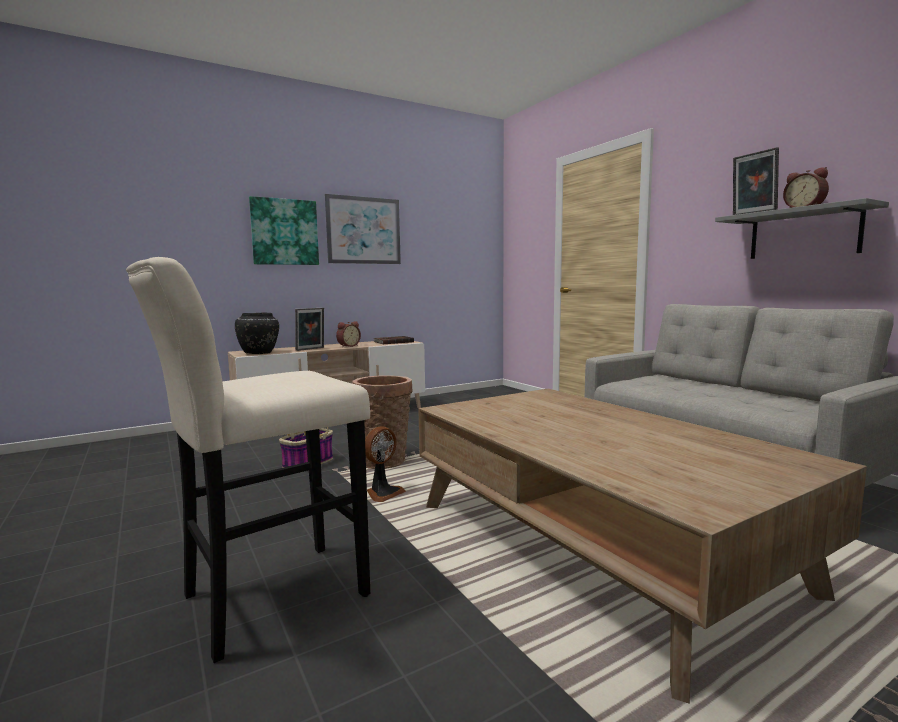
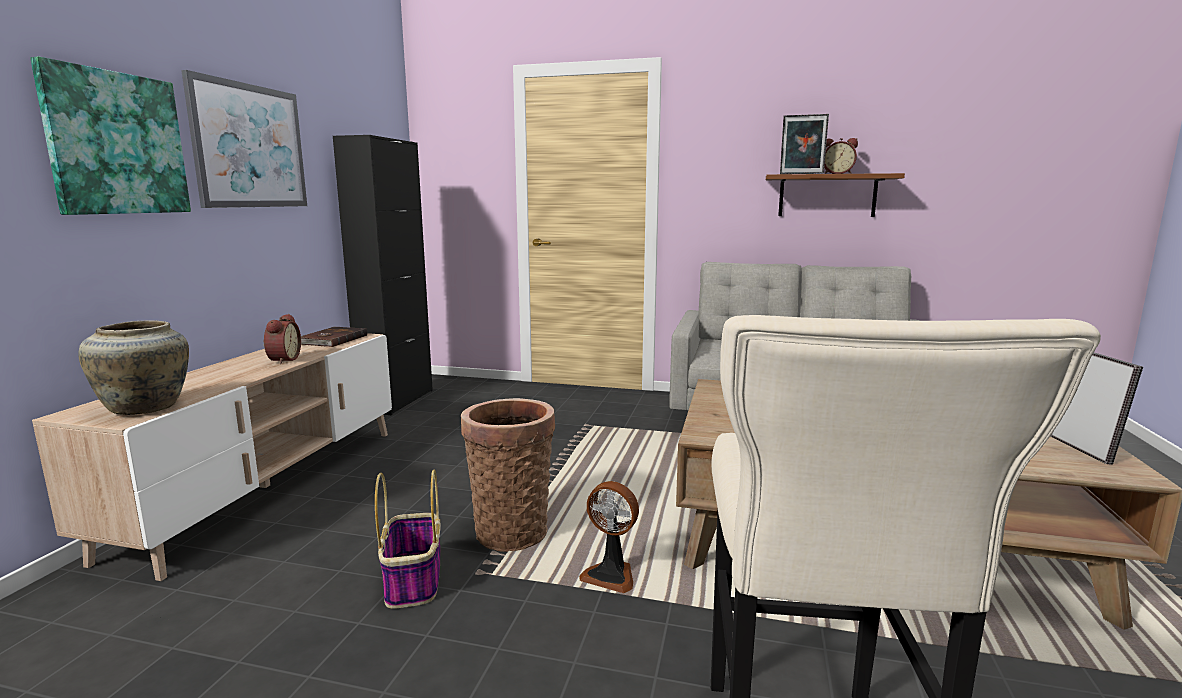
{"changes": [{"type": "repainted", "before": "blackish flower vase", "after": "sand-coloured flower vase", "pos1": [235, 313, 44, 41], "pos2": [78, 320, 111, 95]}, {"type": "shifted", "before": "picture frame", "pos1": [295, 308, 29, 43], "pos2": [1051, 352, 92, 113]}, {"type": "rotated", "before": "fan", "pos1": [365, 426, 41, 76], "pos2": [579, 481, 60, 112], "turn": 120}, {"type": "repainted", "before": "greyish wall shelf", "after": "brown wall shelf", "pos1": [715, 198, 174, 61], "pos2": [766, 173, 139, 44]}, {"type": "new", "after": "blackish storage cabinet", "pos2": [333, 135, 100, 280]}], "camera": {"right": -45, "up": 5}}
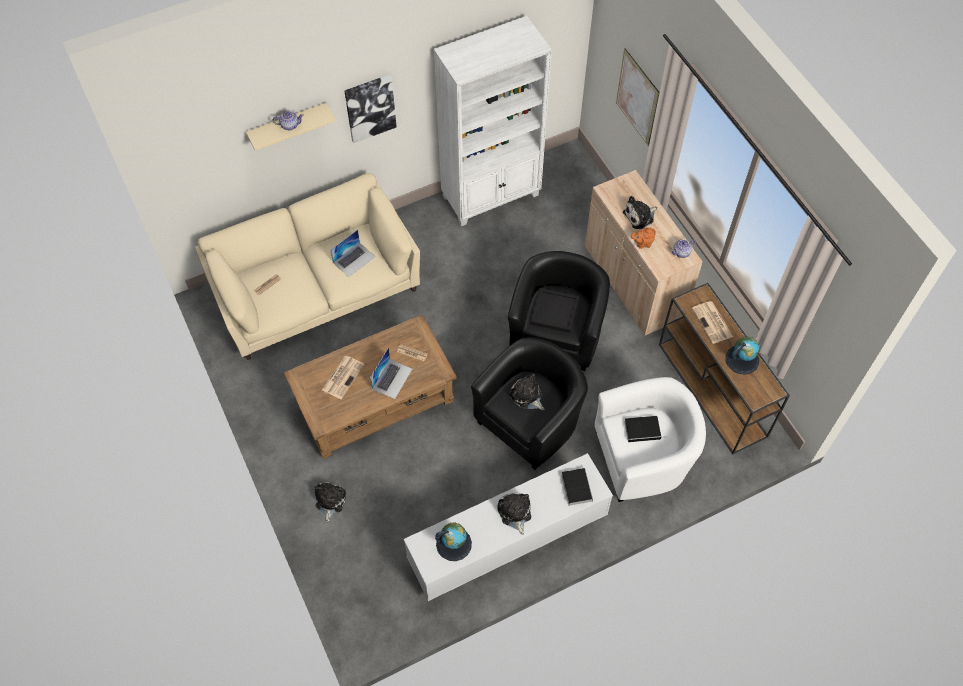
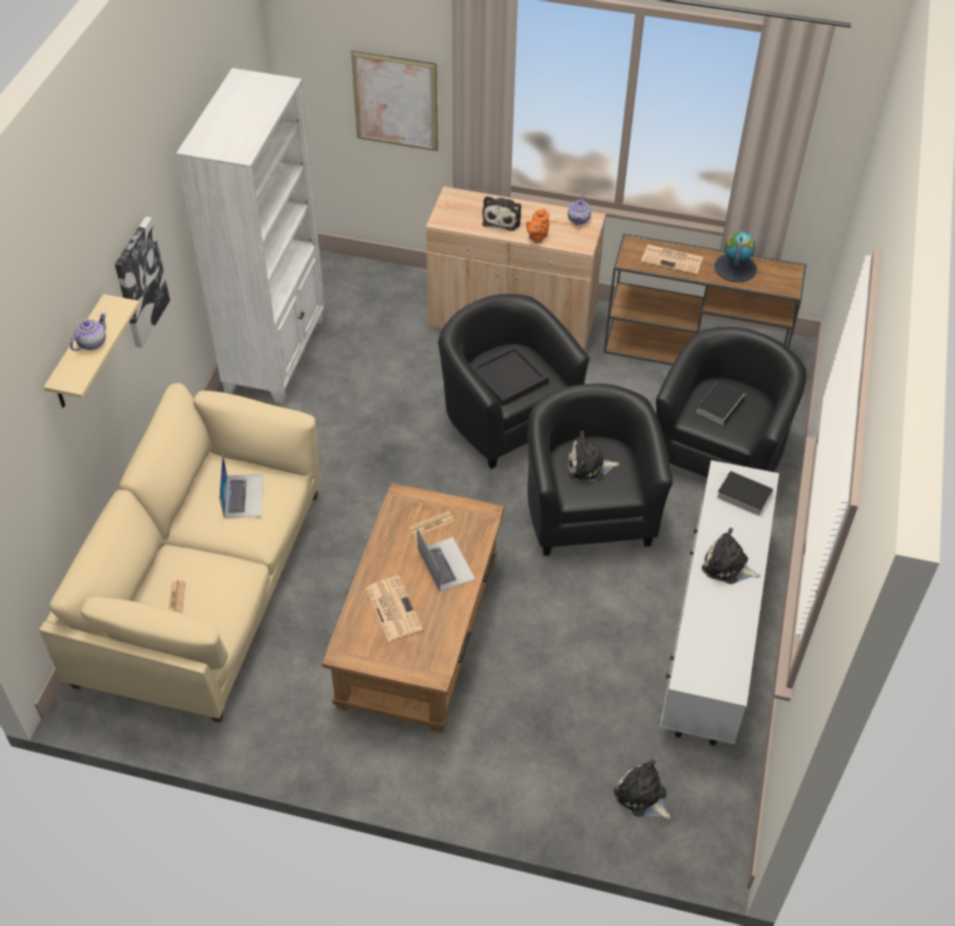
{"changes": [{"type": "shifted", "before": "soft toy", "pos1": [314, 482, 32, 40], "pos2": [614, 759, 57, 60]}, {"type": "gone", "before": "world globe", "pos1": [435, 522, 37, 39]}, {"type": "repainted", "before": "whitish easy chair", "after": "blackish easy chair", "pos1": [595, 377, 111, 125], "pos2": [656, 327, 151, 151]}], "camera": {"right": -50, "up": -10}}
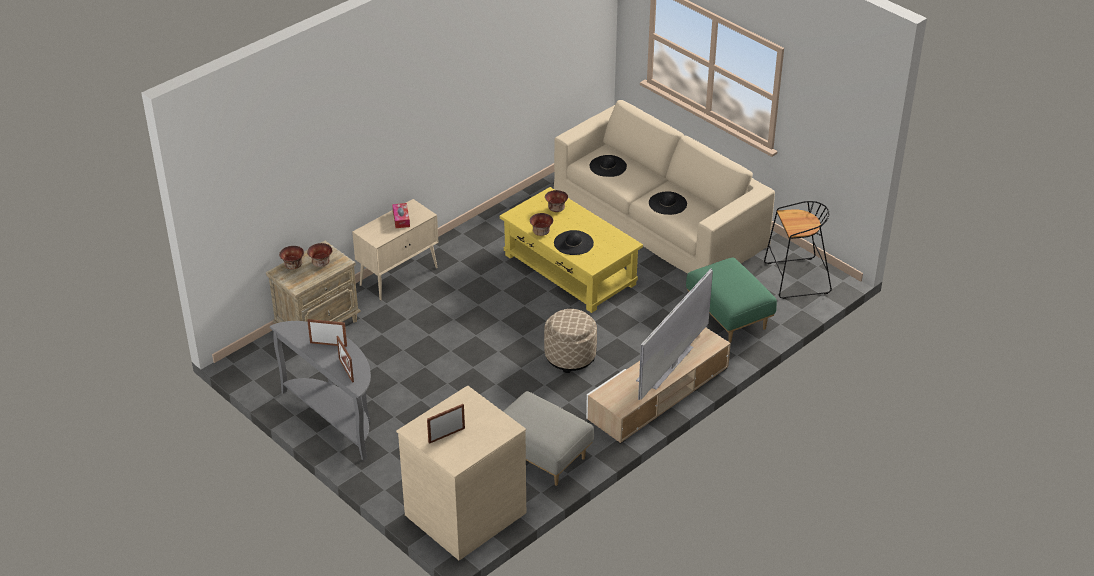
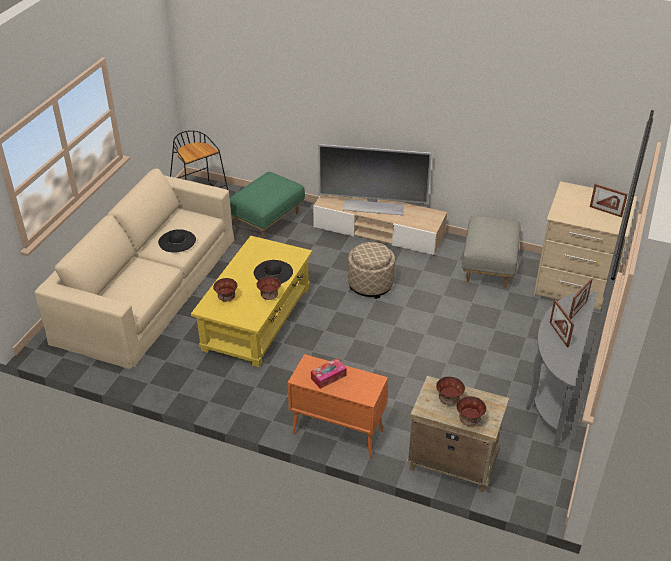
{"changes": [{"type": "repainted", "before": "sand-coloured storage cabinet", "after": "orangey storage cabinet", "pos1": [352, 199, 87, 102], "pos2": [288, 354, 100, 104]}, {"type": "gone", "before": "blackish hat", "pos1": [590, 155, 37, 22]}], "camera": {"right": -115, "up": 0}}
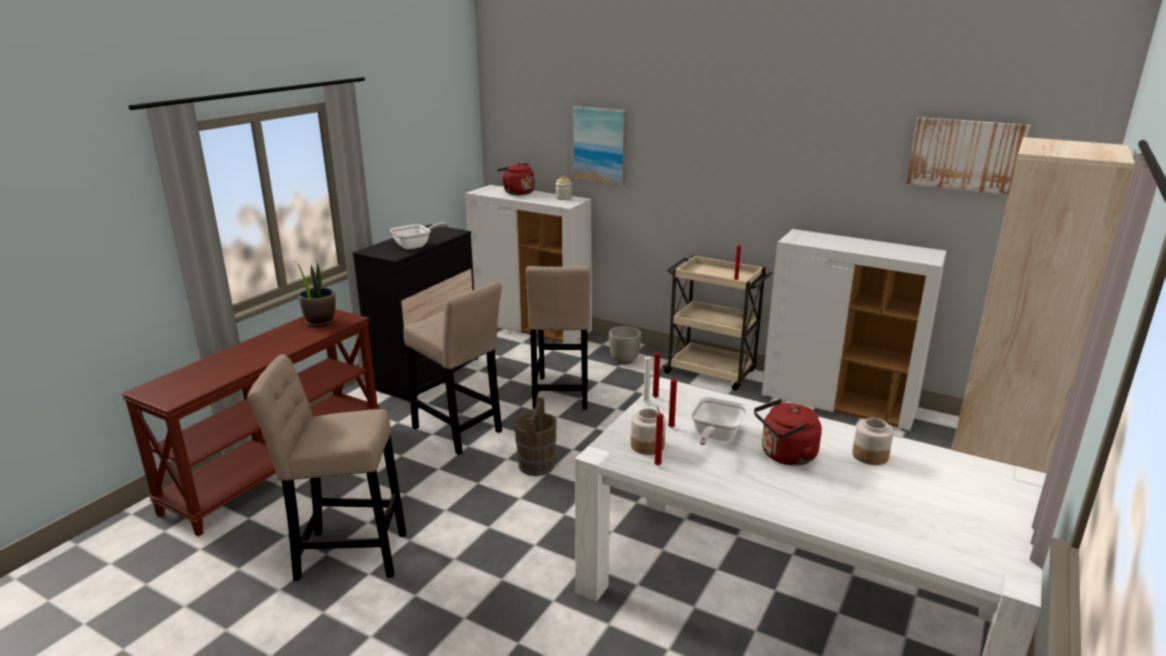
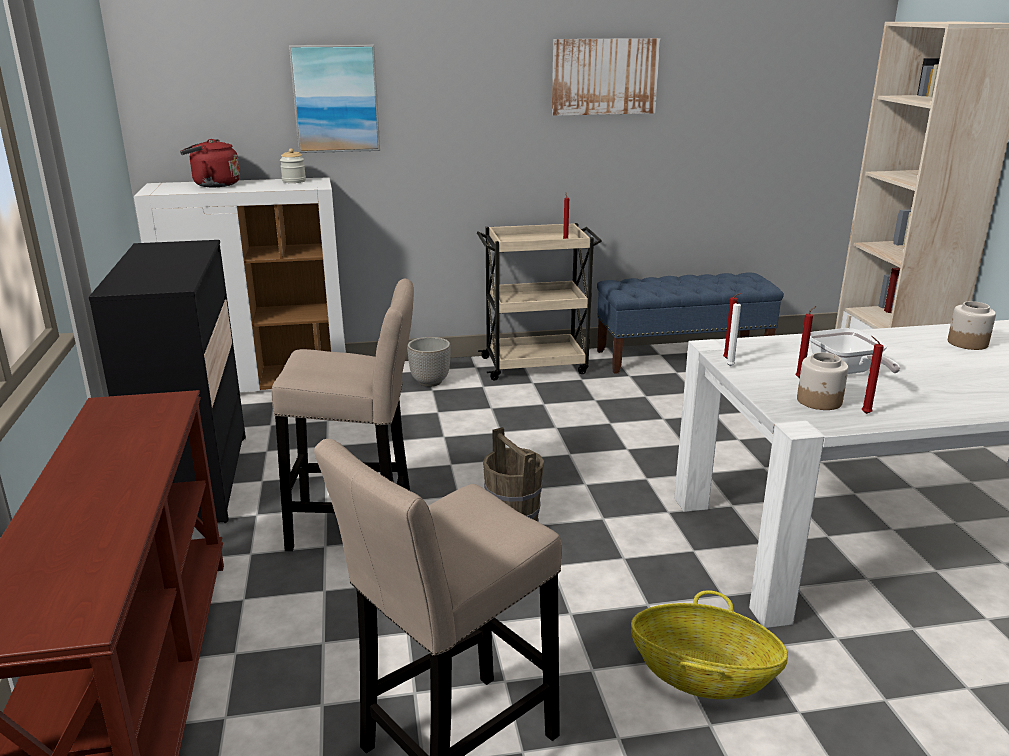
{"changes": [{"type": "gone", "before": "plant in a pot", "pos1": [296, 259, 39, 68]}, {"type": "gone", "before": "skillet", "pos1": [390, 223, 59, 27]}, {"type": "gone", "before": "sand-coloured stool", "pos1": [526, 266, 64, 144]}, {"type": "gone", "before": "reddish tea kettle", "pos1": [754, 399, 68, 67]}, {"type": "swapped", "before": "whitish storage cabinet", "after": "blue-coloured long seat", "pos1": [762, 229, 184, 202], "pos2": [597, 272, 187, 102]}, {"type": "shifted", "before": "wall picture", "pos1": [906, 117, 124, 78], "pos2": [552, 38, 108, 78]}, {"type": "new", "after": "storage basket", "pos2": [631, 590, 157, 109]}], "camera": {"right": -40, "up": 0}}
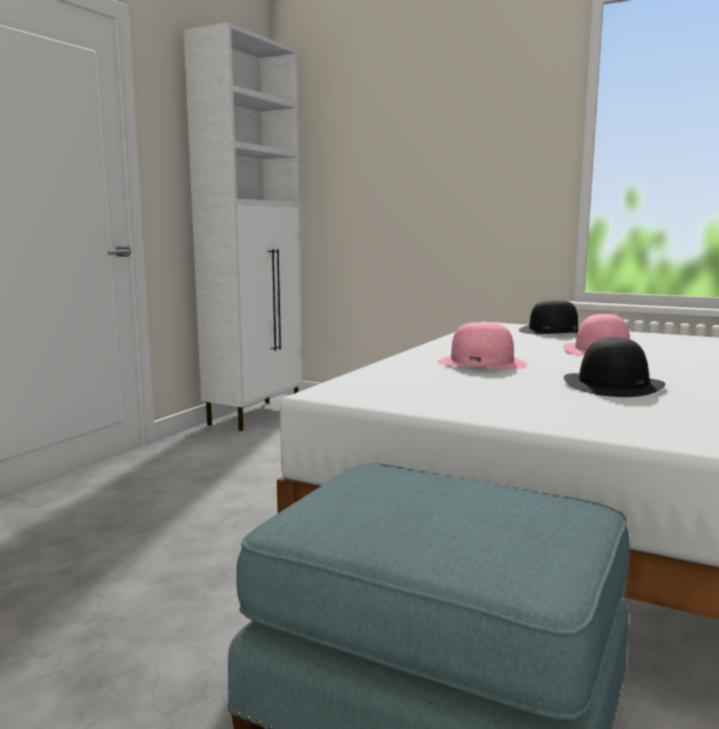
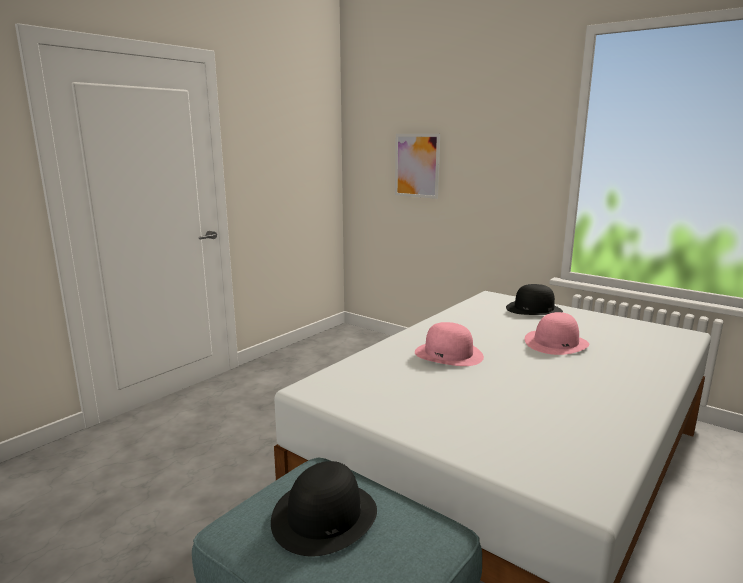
{"changes": [{"type": "gone", "before": "whitish storage cabinet", "pos1": [184, 22, 119, 409]}, {"type": "shifted", "before": "blackish hat", "pos1": [564, 337, 101, 60], "pos2": [271, 461, 106, 95]}, {"type": "new", "after": "wall picture", "pos2": [395, 134, 45, 65]}], "camera": {"right": 10, "up": 5}}
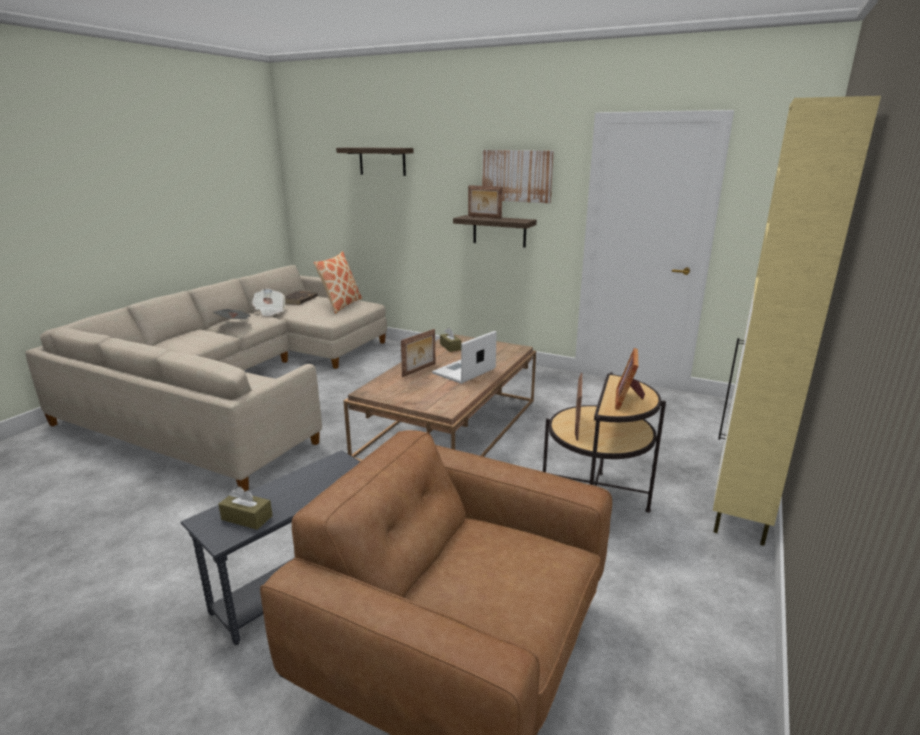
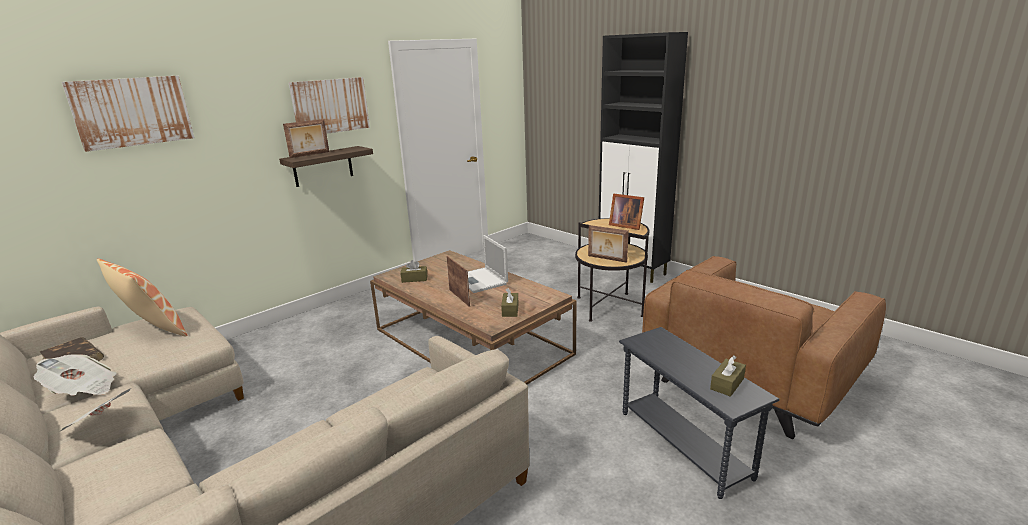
{"changes": [{"type": "swapped", "before": "wall shelf", "after": "wall picture", "pos1": [336, 147, 77, 29], "pos2": [62, 76, 132, 76]}, {"type": "repainted", "before": "sand-coloured storage cabinet", "after": "blackish storage cabinet", "pos1": [713, 96, 168, 450], "pos2": [599, 32, 89, 251]}, {"type": "new", "after": "brown tissue box", "pos2": [501, 288, 18, 29]}], "camera": {"right": -70, "up": 0}}
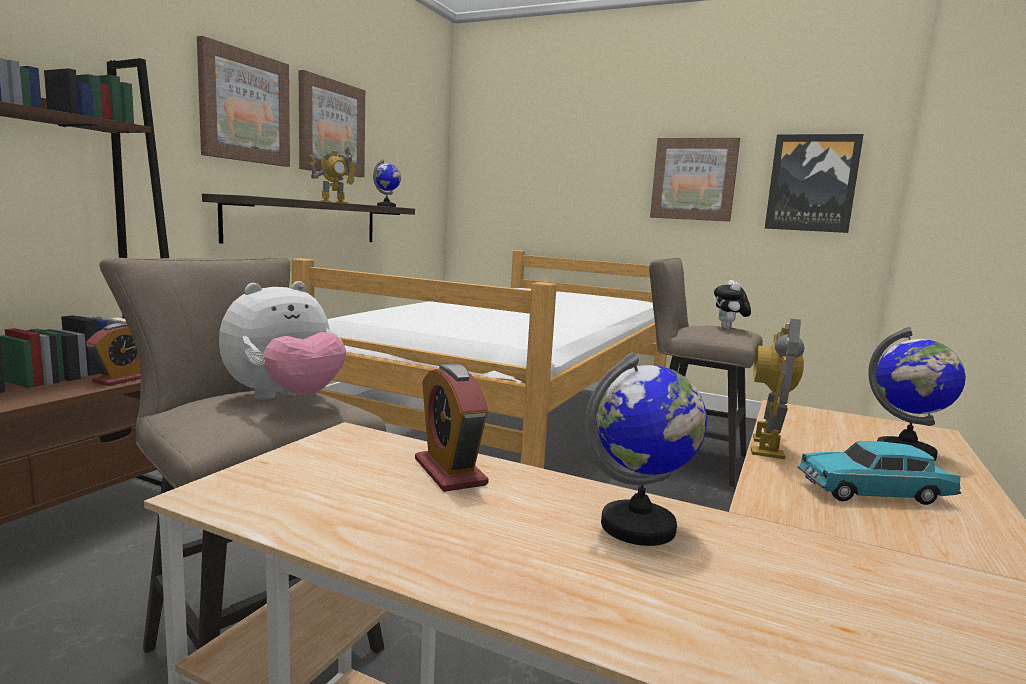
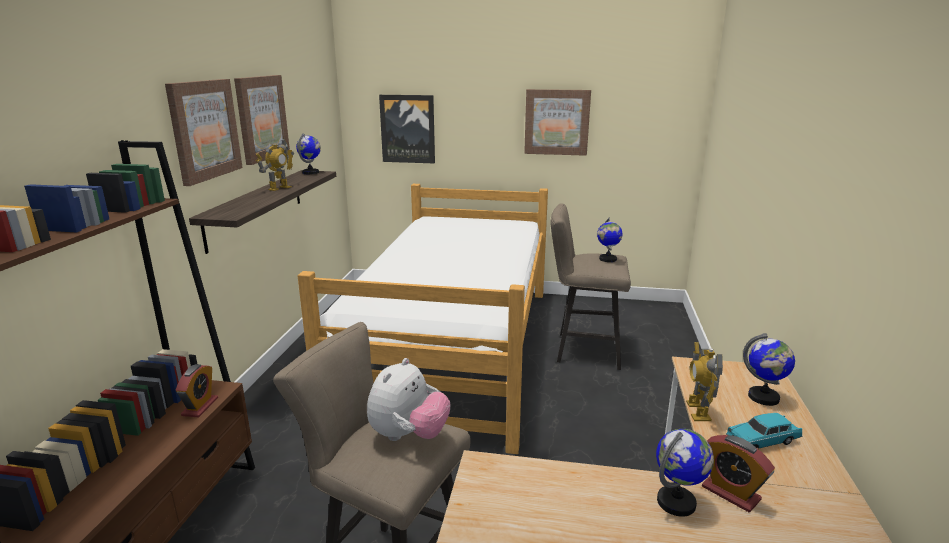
{"changes": [{"type": "shifted", "before": "bedside clock", "pos1": [415, 364, 74, 128], "pos2": [702, 435, 73, 77]}, {"type": "swapped", "before": "soft toy", "after": "world globe", "pos1": [714, 280, 37, 49], "pos2": [597, 218, 26, 44]}, {"type": "shifted", "before": "wall picture", "pos1": [765, 134, 99, 99], "pos2": [379, 95, 56, 68]}], "camera": {"right": -15, "up": 10}}
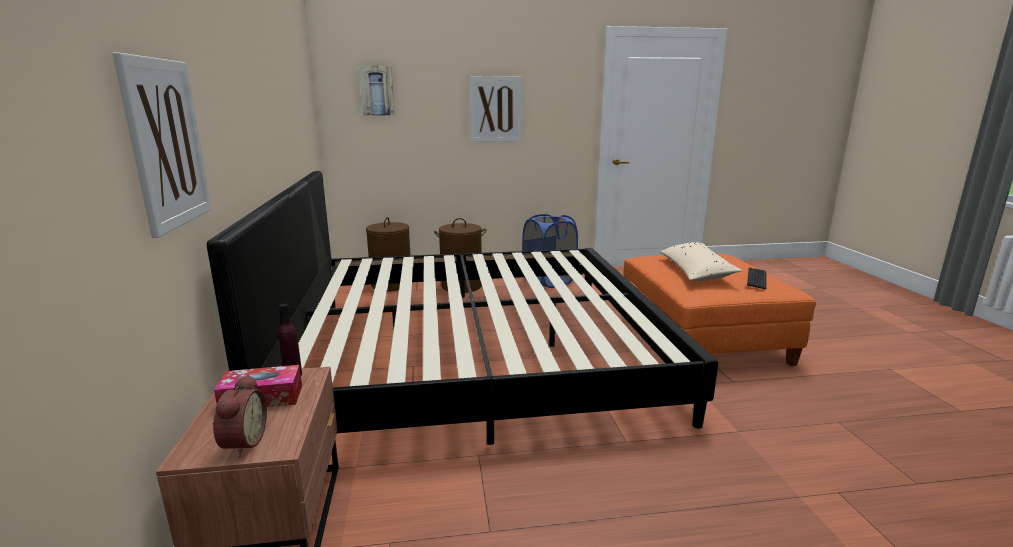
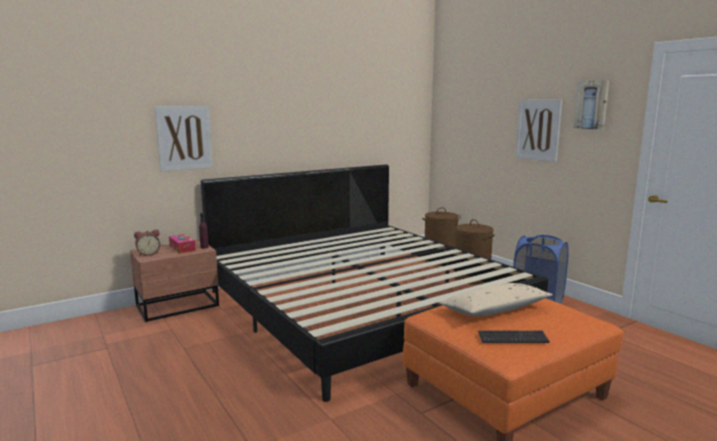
{"changes": [{"type": "shifted", "before": "wall picture", "pos1": [359, 66, 36, 50], "pos2": [573, 80, 36, 50]}], "camera": {"right": 65, "up": -5}}
